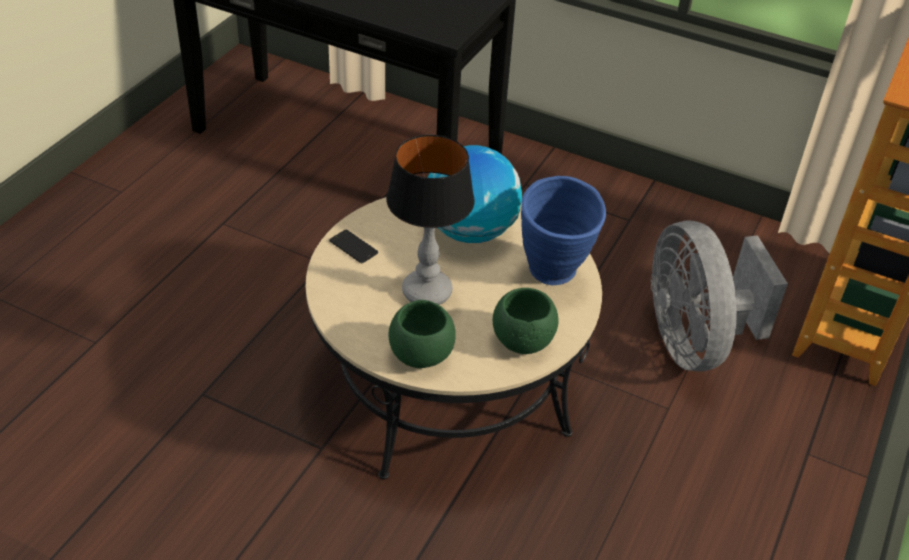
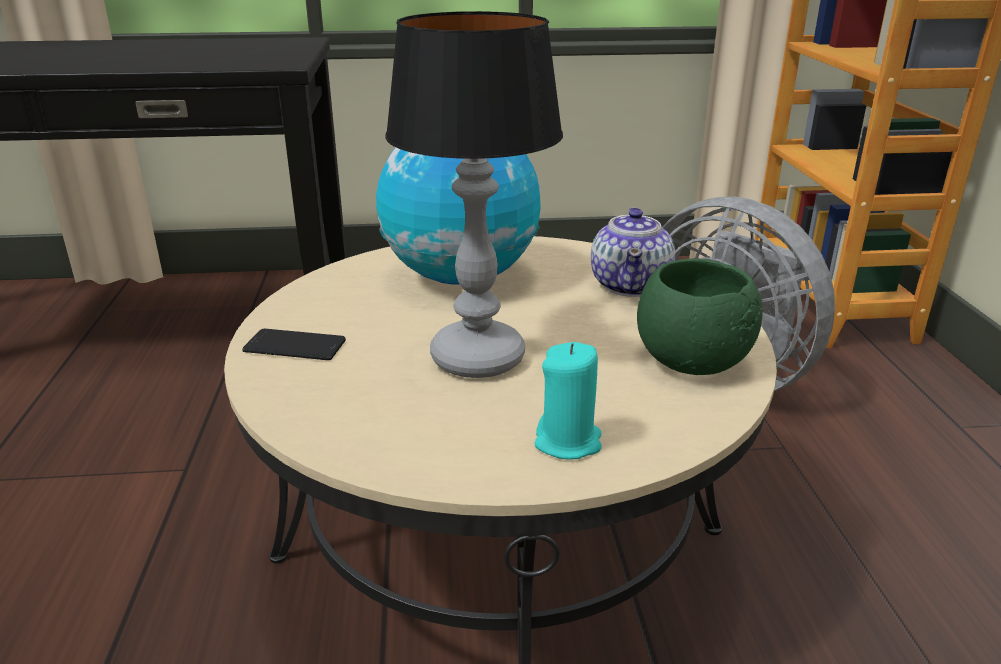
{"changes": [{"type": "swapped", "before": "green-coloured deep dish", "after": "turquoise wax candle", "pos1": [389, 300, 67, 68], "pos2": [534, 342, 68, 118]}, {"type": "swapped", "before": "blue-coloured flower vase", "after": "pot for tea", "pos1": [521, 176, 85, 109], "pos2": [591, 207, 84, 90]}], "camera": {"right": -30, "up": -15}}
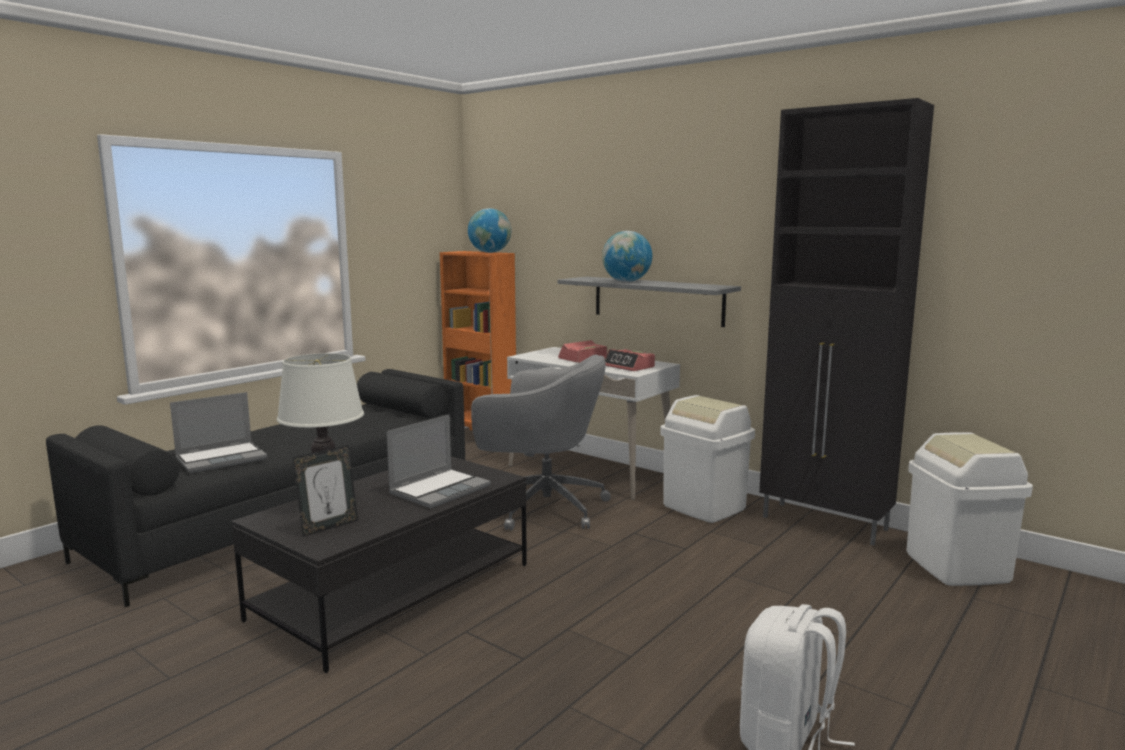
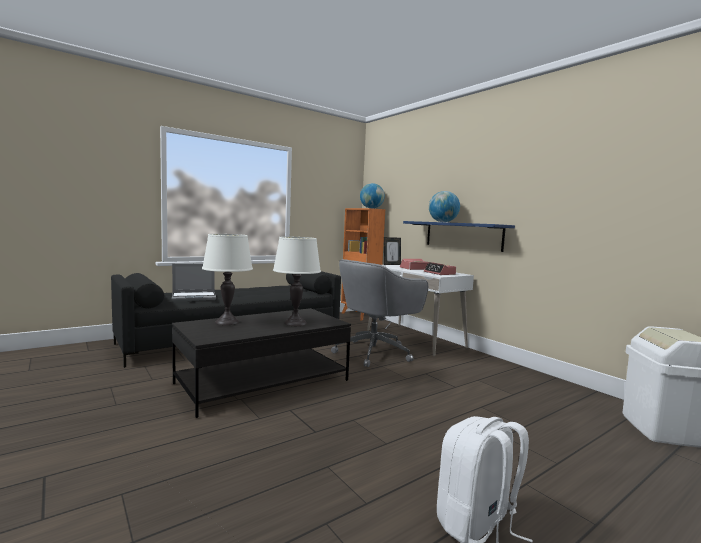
{"changes": [{"type": "shifted", "before": "picture frame", "pos1": [292, 445, 66, 92], "pos2": [384, 237, 17, 28]}, {"type": "swapped", "before": "portable computer", "after": "whitish table lamp", "pos1": [386, 415, 105, 93], "pos2": [273, 236, 48, 90]}, {"type": "rotated", "before": "greyish office chair", "pos1": [471, 355, 140, 175], "pos2": [331, 259, 97, 108], "turn": 105}, {"type": "repainted", "before": "greyish wall shelf", "after": "blue-coloured wall shelf", "pos1": [558, 277, 183, 50], "pos2": [403, 221, 112, 31]}, {"type": "gone", "before": "whitish waste bin", "pos1": [660, 395, 95, 128]}, {"type": "gone", "before": "blackish storage cabinet", "pos1": [759, 98, 175, 448]}], "camera": {"right": 15, "up": -5}}
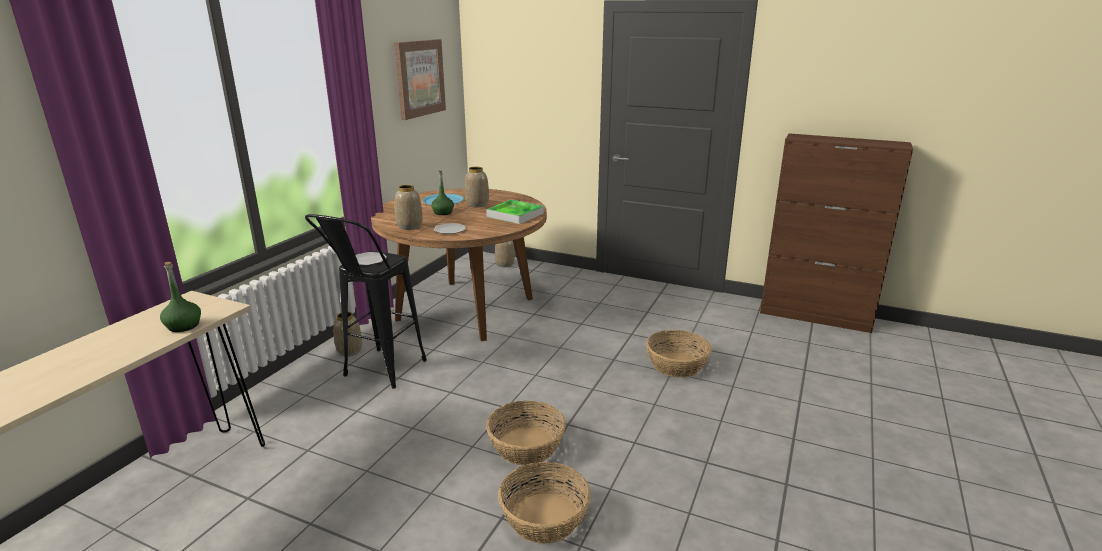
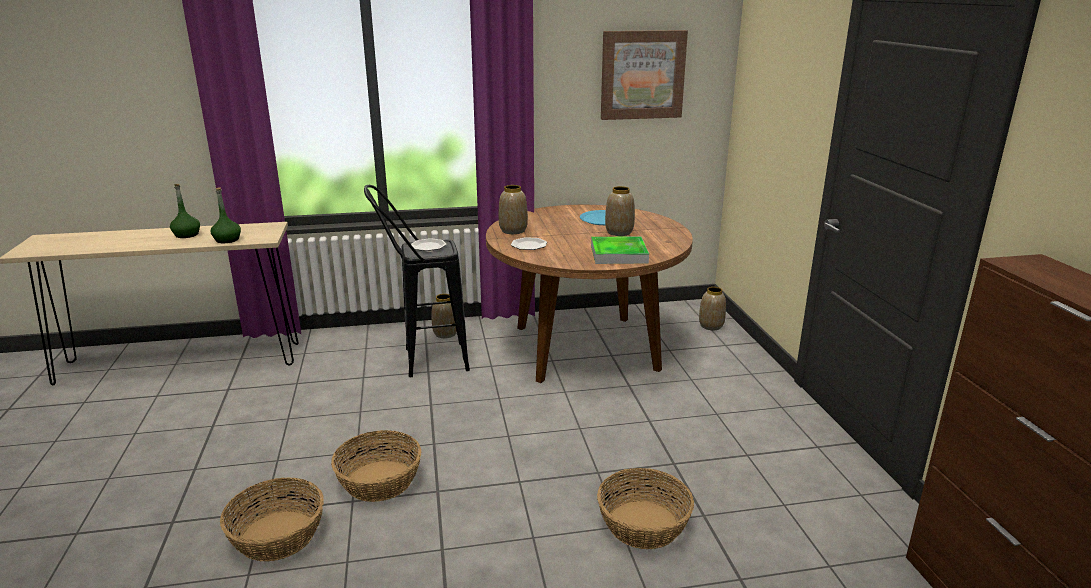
{"changes": [{"type": "shifted", "before": "green-coloured drink bottle", "pos1": [431, 171, 23, 44], "pos2": [170, 184, 30, 54]}], "camera": {"right": 55, "up": 0}}
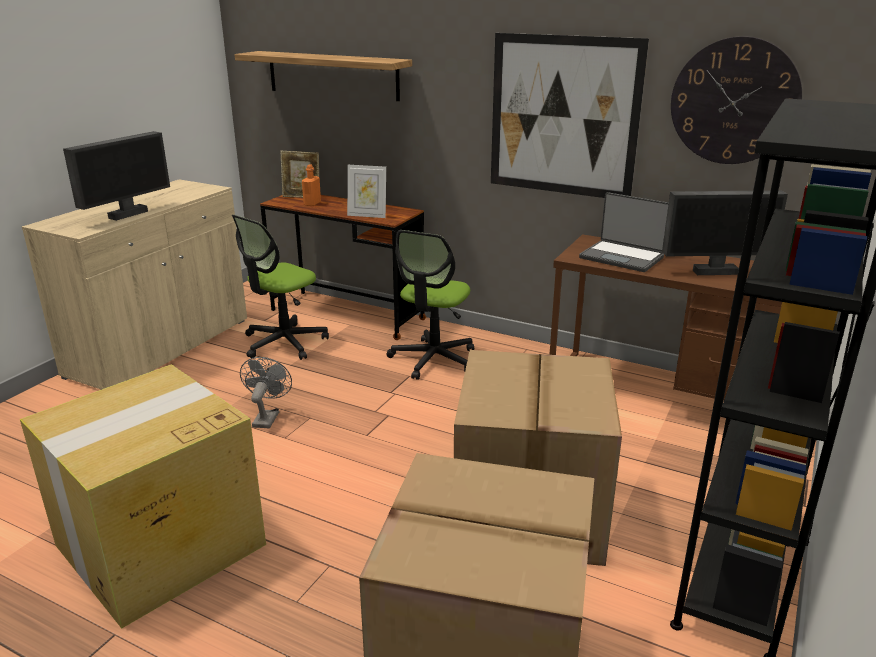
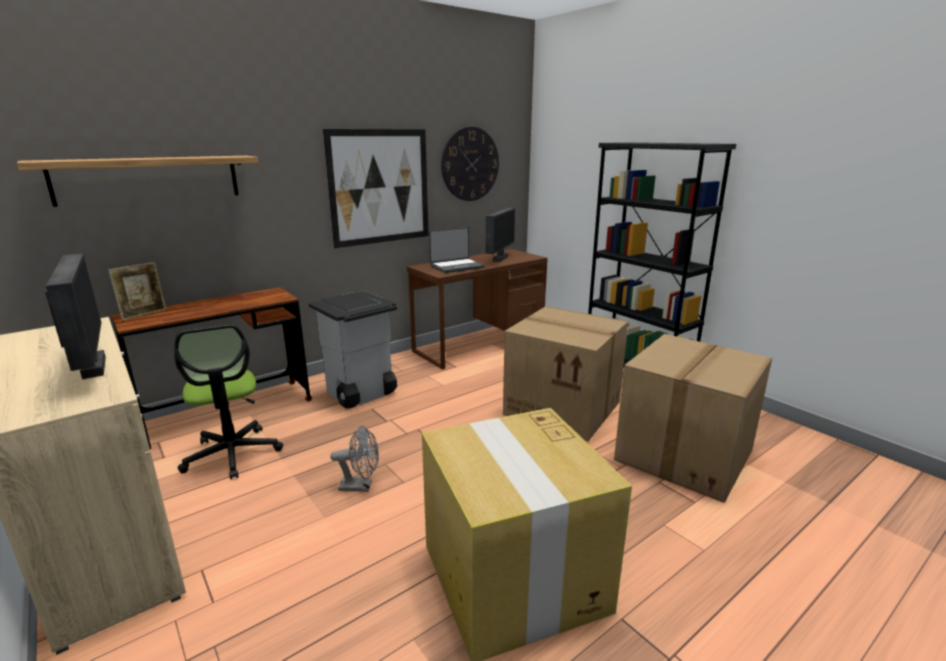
{"changes": [{"type": "rotated", "before": "greyish fan", "pos1": [240, 357, 52, 71], "pos2": [330, 426, 49, 66], "turn": 150}, {"type": "gone", "before": "orangey drink bottle", "pos1": [302, 164, 19, 42]}, {"type": "gone", "before": "picture frame", "pos1": [347, 165, 39, 53]}, {"type": "swapped", "before": "office chair", "after": "greyish waste bin", "pos1": [387, 230, 87, 150], "pos2": [309, 291, 88, 117]}], "camera": {"right": -65, "up": -5}}
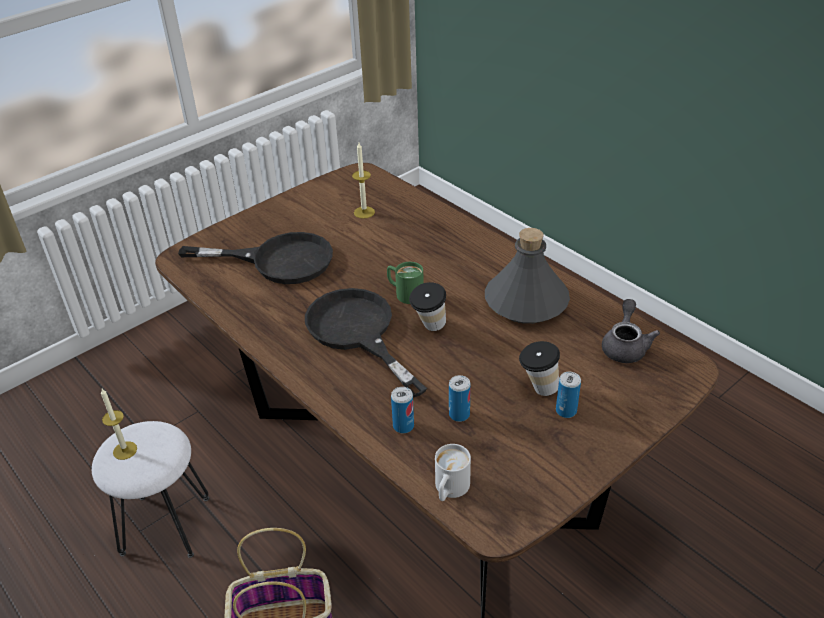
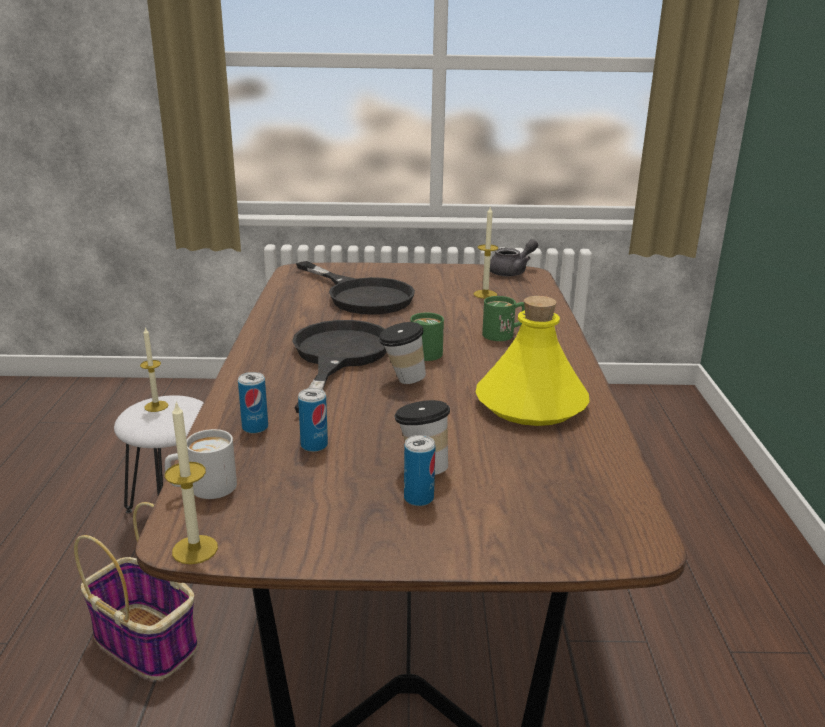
{"changes": [{"type": "repainted", "before": "greyish drink bottle", "after": "yellow drink bottle", "pos1": [485, 228, 85, 95], "pos2": [476, 296, 114, 130]}, {"type": "shifted", "before": "greyish pot for tea", "pos1": [602, 299, 58, 64], "pos2": [490, 239, 48, 38]}, {"type": "new", "after": "wax candle", "pos2": [165, 401, 53, 163]}, {"type": "new", "after": "green-coloured coffee mug", "pos2": [482, 296, 43, 45]}], "camera": {"right": 40, "up": -15}}
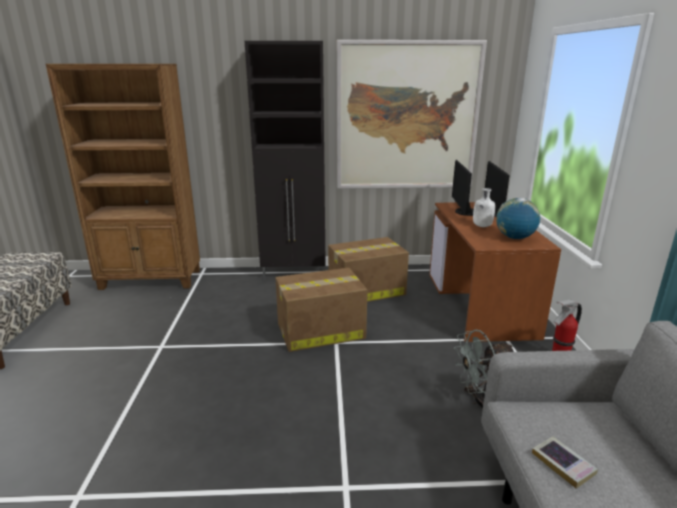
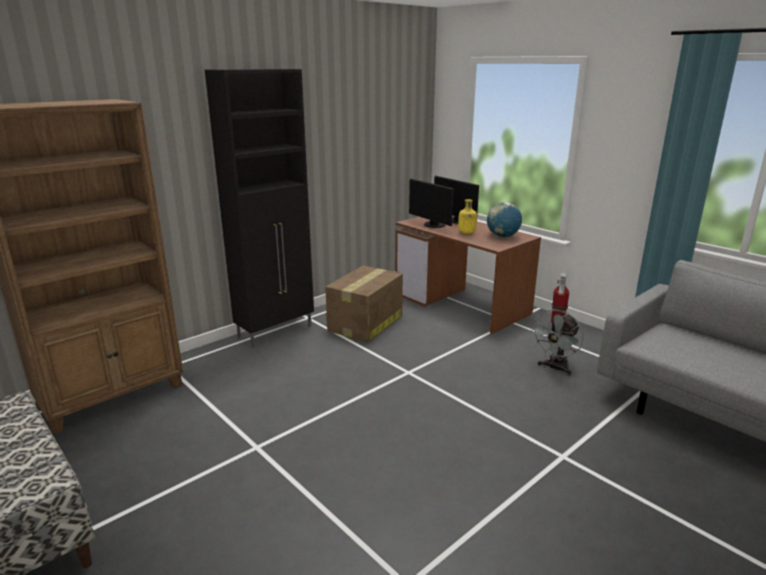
{"changes": [{"type": "gone", "before": "cardboard box", "pos1": [276, 268, 92, 84]}, {"type": "gone", "before": "wall picture", "pos1": [337, 40, 150, 149]}, {"type": "repainted", "before": "whitish drink bottle", "after": "yellow drink bottle", "pos1": [473, 188, 22, 39], "pos2": [458, 199, 19, 35]}, {"type": "gone", "before": "volume", "pos1": [532, 436, 66, 53]}], "camera": {"right": -40, "up": 0}}
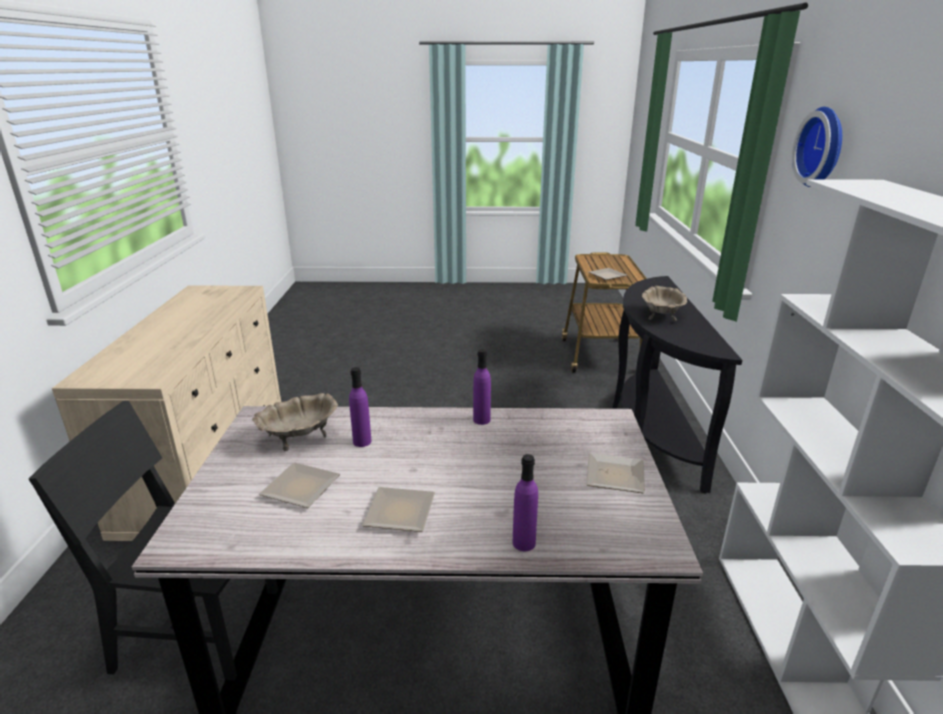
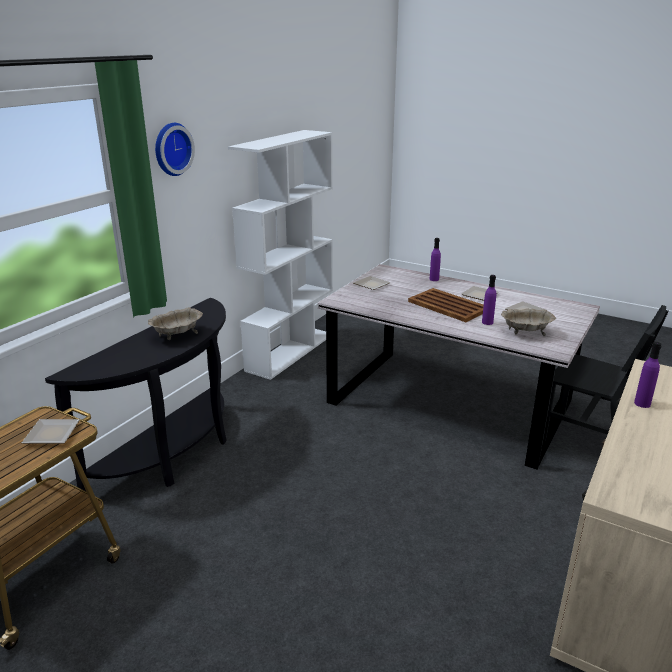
{"changes": [{"type": "shifted", "before": "purple drink bottle", "pos1": [473, 349, 18, 76], "pos2": [634, 342, 27, 66]}, {"type": "new", "after": "brown tray", "pos2": [408, 288, 76, 34]}], "camera": {"right": -150, "up": 0}}
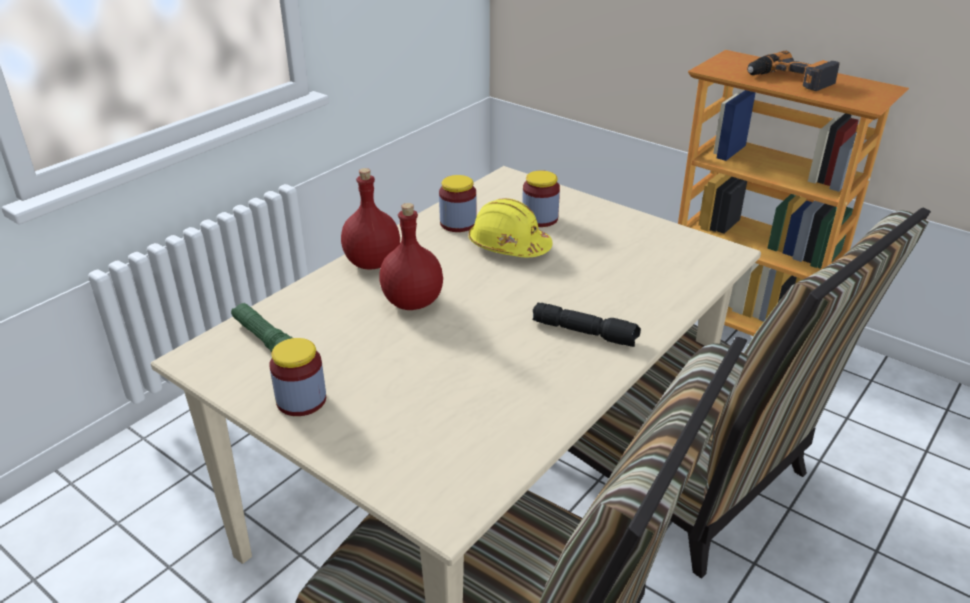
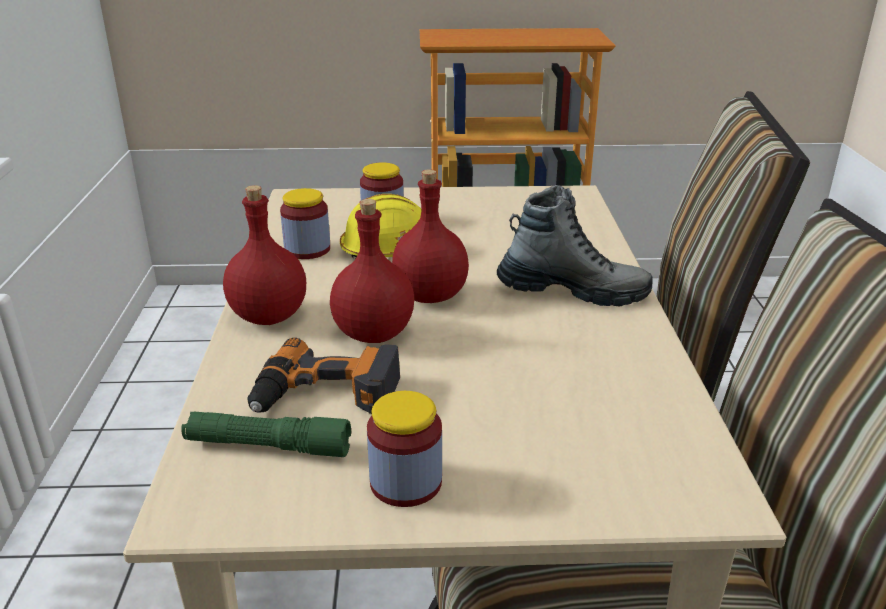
{"changes": [{"type": "swapped", "before": "blackish flashlight", "after": "boot", "pos1": [532, 302, 109, 45], "pos2": [497, 185, 156, 121]}, {"type": "shifted", "before": "electric drill", "pos1": [747, 51, 93, 40], "pos2": [247, 338, 153, 76]}, {"type": "new", "after": "reddish drink bottle", "pos2": [392, 169, 77, 134]}], "camera": {"right": -40, "up": -5}}
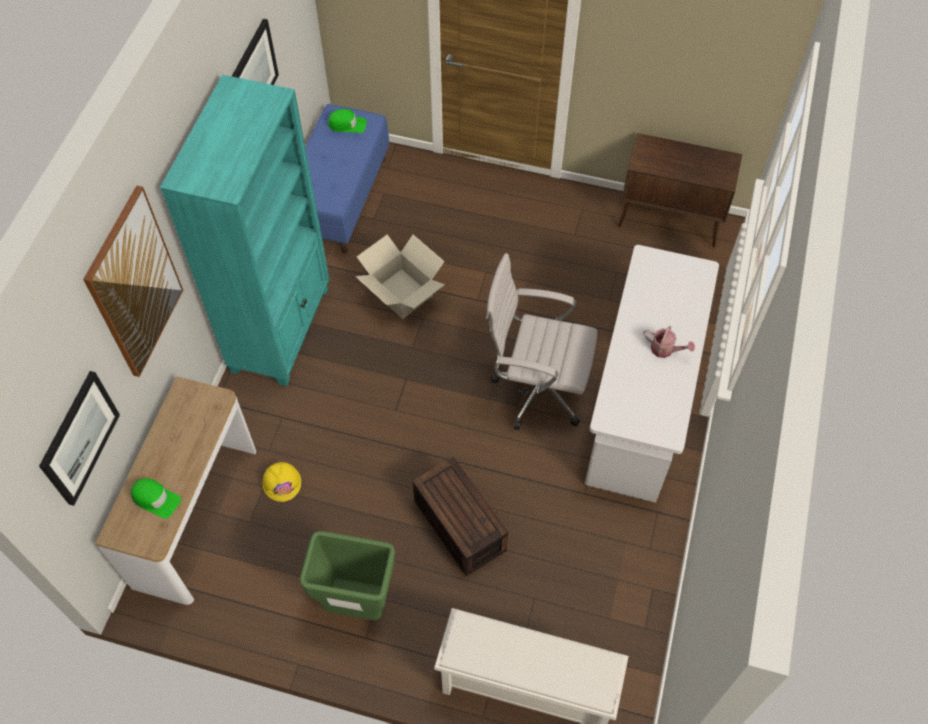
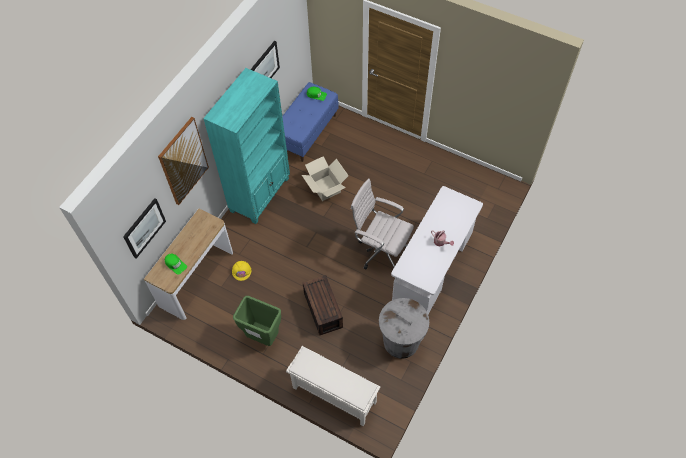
{"changes": [{"type": "gone", "before": "brown storage cabinet", "pos1": [618, 133, 124, 115]}, {"type": "new", "after": "greyish waste bin", "pos2": [379, 298, 50, 61]}], "camera": {"right": 15, "up": 0}}
